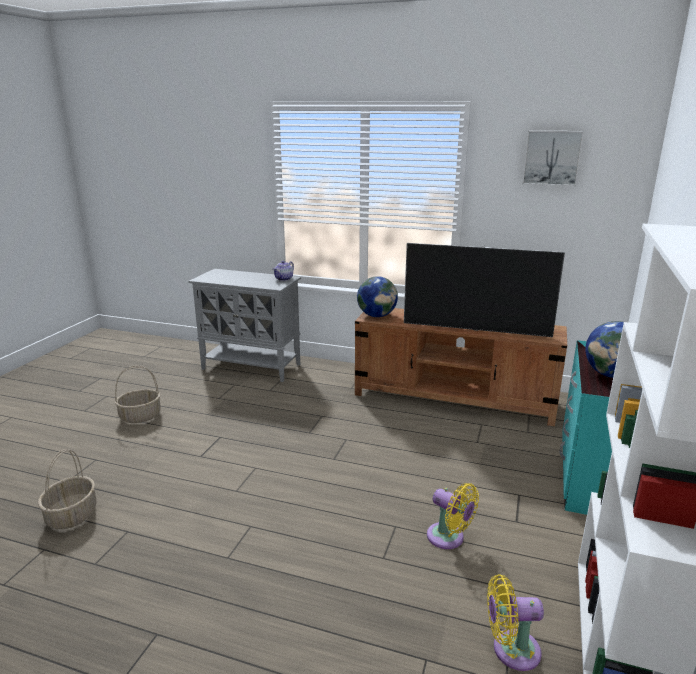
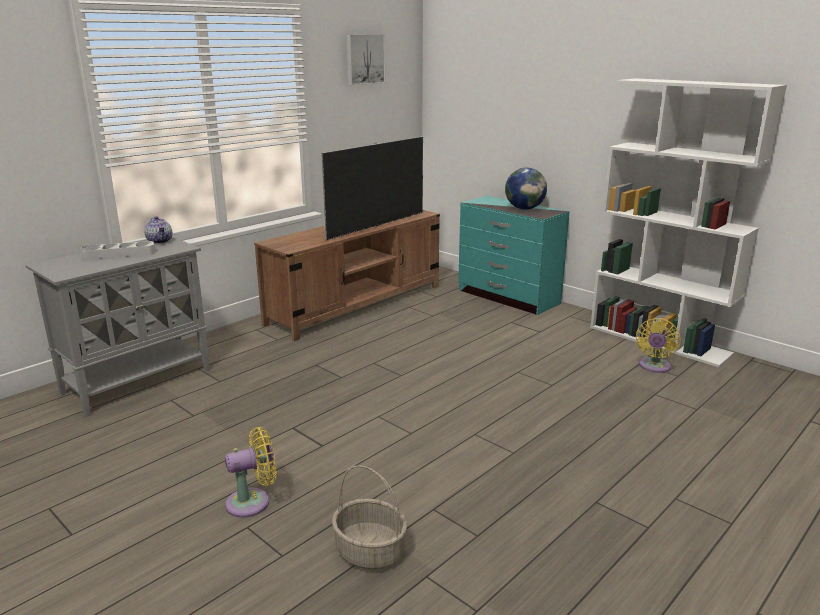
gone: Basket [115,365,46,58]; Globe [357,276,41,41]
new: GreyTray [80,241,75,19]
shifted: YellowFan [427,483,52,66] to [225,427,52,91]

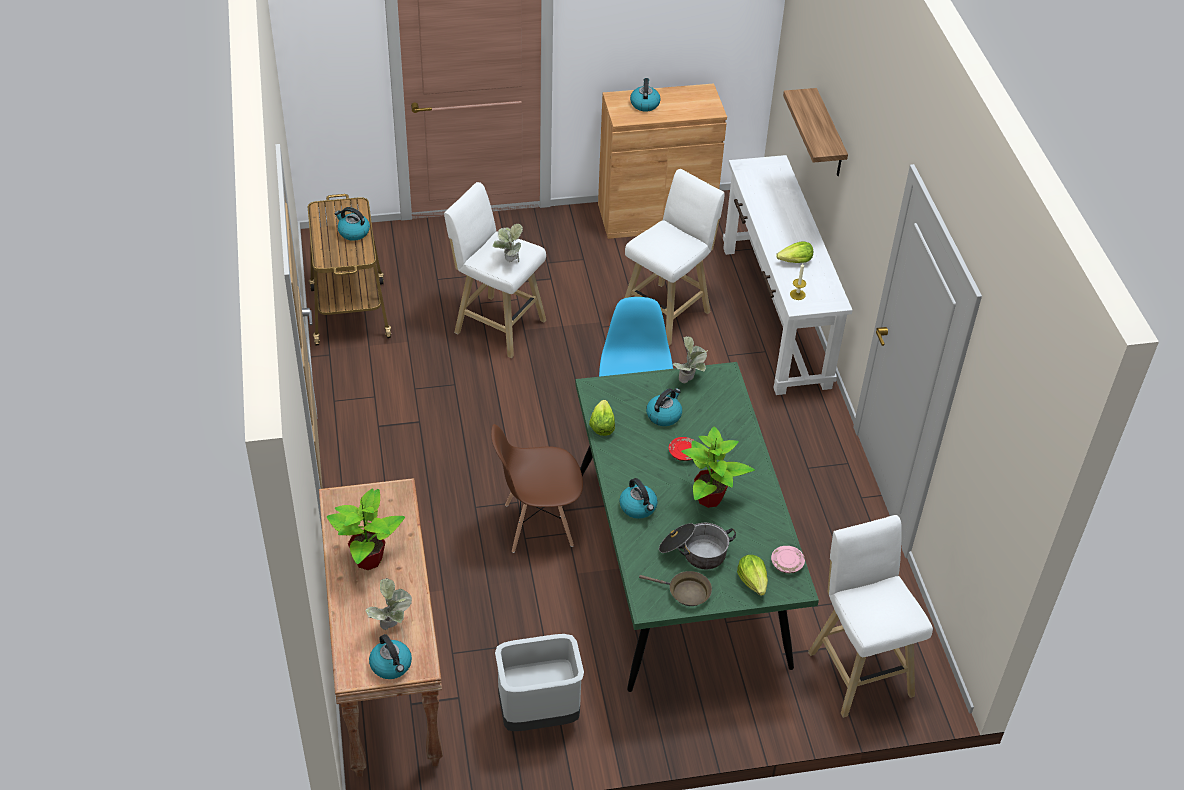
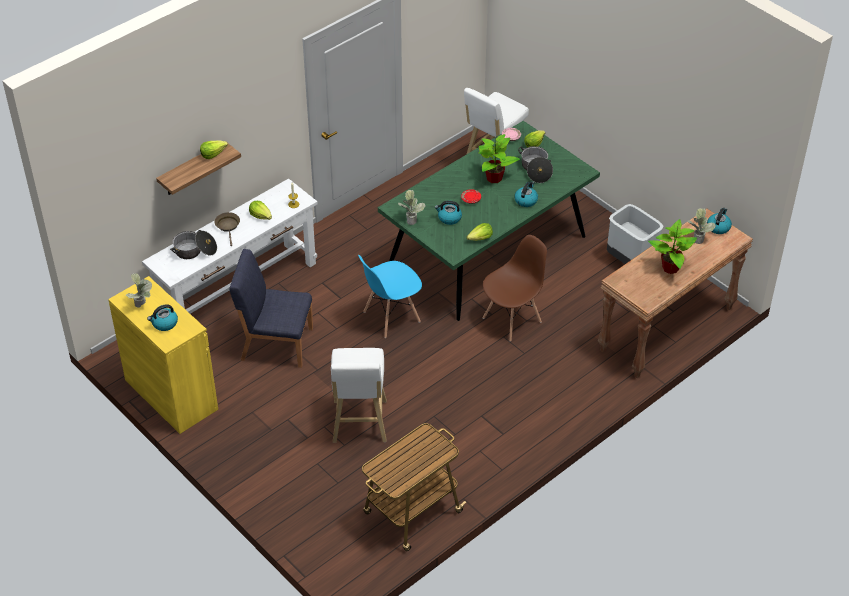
gone: Kettle [335,207,35,34]
new: CookingPot [170,230,47,29]; Lettuce [200,140,28,19]
shifted: PottedPlant [493,224,30,38] to [126,273,26,34]; BrownFryingPan [639,571,73,35] to [214,212,26,34]
swapped: WhiteStool [625,169,100,177] to BlueChair [229,249,84,119]
repainted: BrownCabinet [598,83,129,156] to YellowCabinet [108,276,110,158]
rotated: BrownChair [491,424,92,129] = [483,235,64,107] 90 degrees counterclockwise

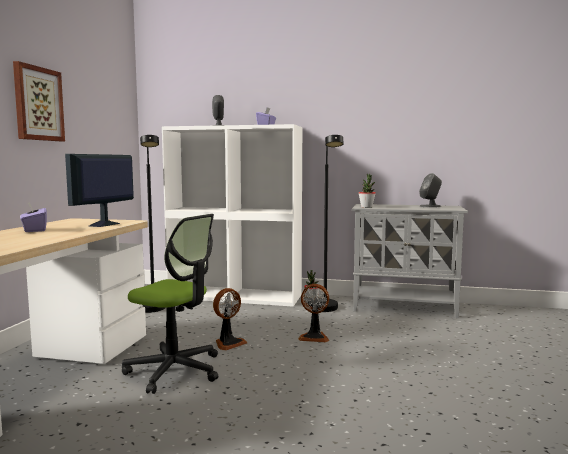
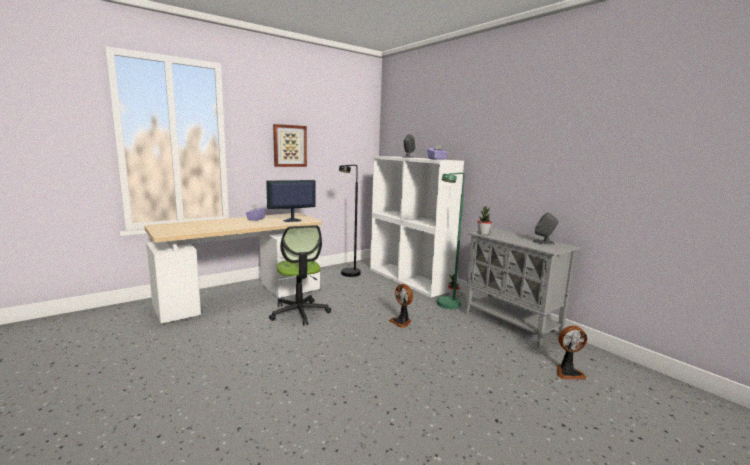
shifted: Fan [213,288,34,62] to [557,326,30,53]
repainted: BlackFloorLamp [308,135,36,177] to GreenFloorLamp [437,173,28,136]

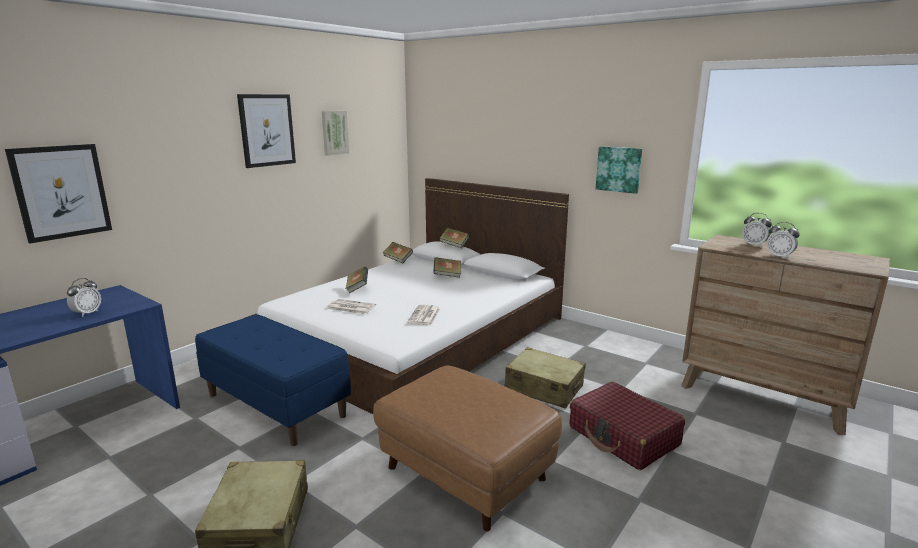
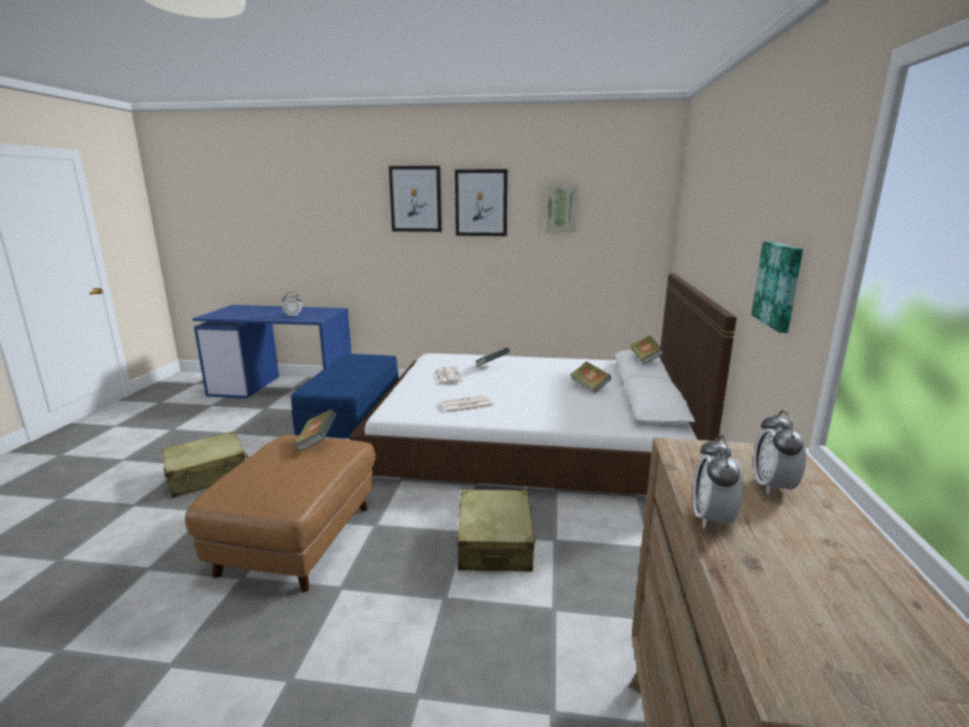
gone: RedSuitcase [570,381,115,89]
shifted: Book [383,242,30,21] to [294,409,43,42]; Picture [5,144,107,99] to [389,166,53,66]

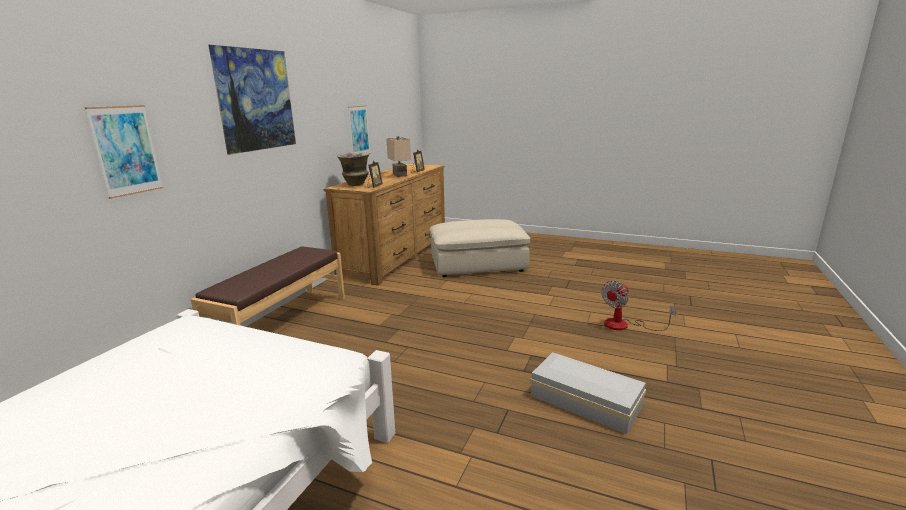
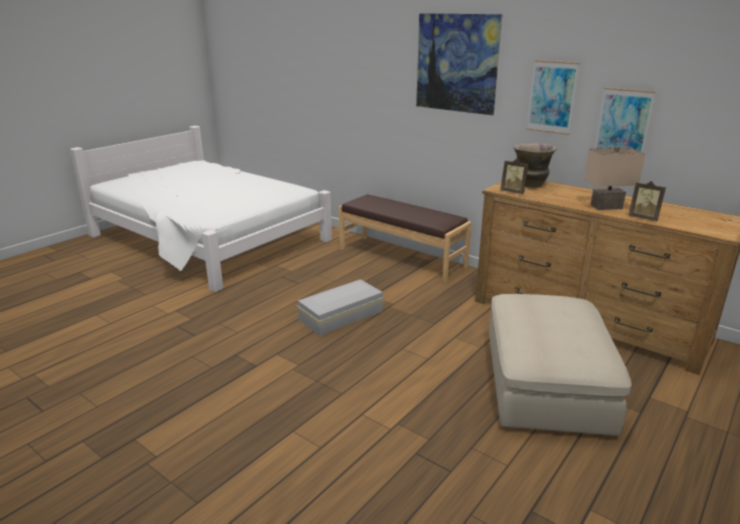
gone: Fan [601,281,76,50]
shifted: WhiteStorageBox [530,352,116,82] to [297,279,87,57]; Picture [85,105,78,94] to [527,60,52,75]

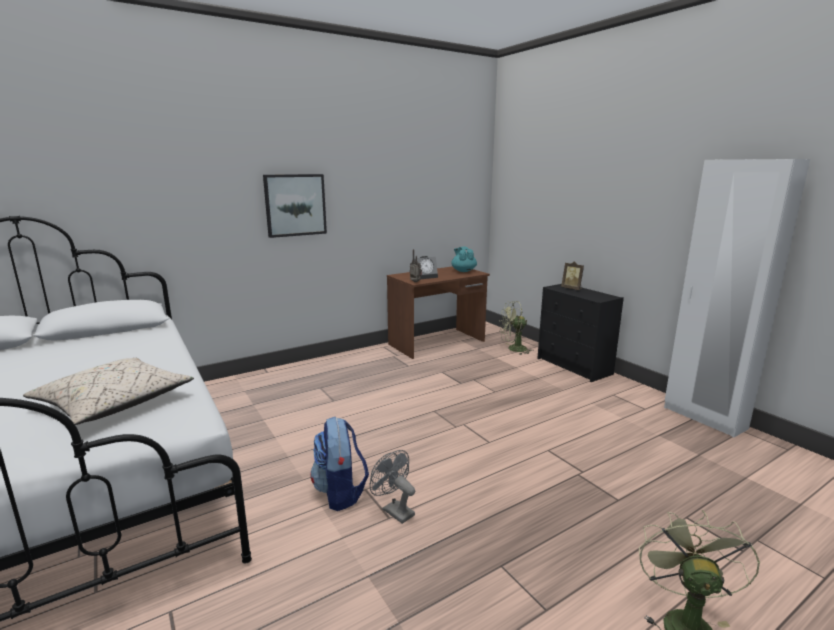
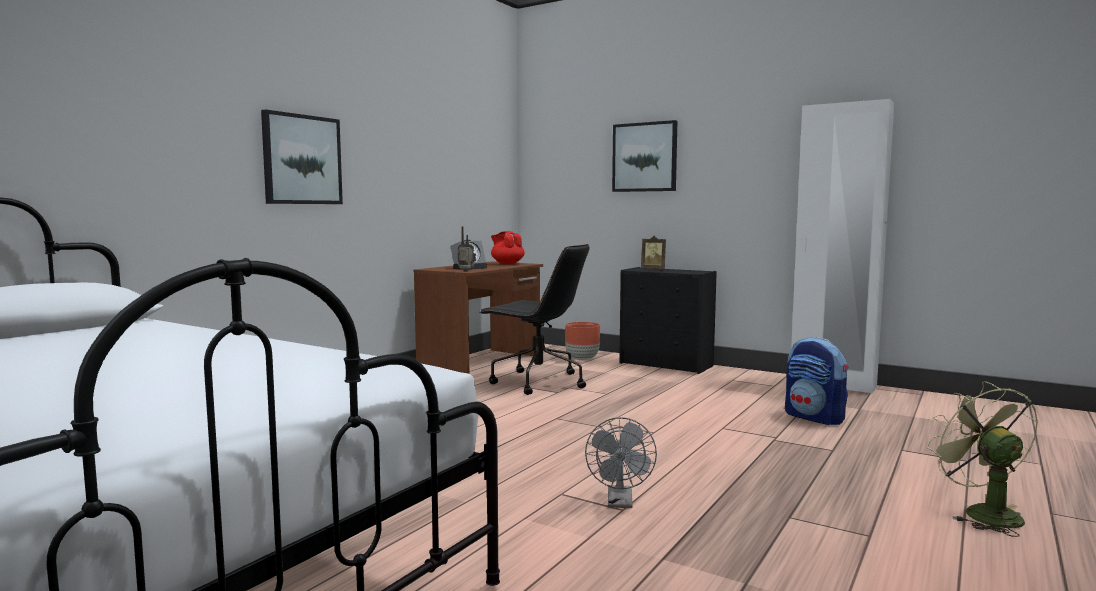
gone: BeigePillow [23,358,171,67]
new: BlackOfficeChair [479,244,111,151]; Picture [612,120,65,72]
shifted: Backpack [310,417,59,94] to [785,337,63,88]
swapped: GreenFan [499,301,35,54] to BrownPlanter [565,322,35,38]
repainted: TurquoiseTeapot [451,246,26,26] to RedTeapot [491,231,34,33]
rotated: GreyFan [370,450,45,74] = [585,417,72,91] 105 degrees counterclockwise

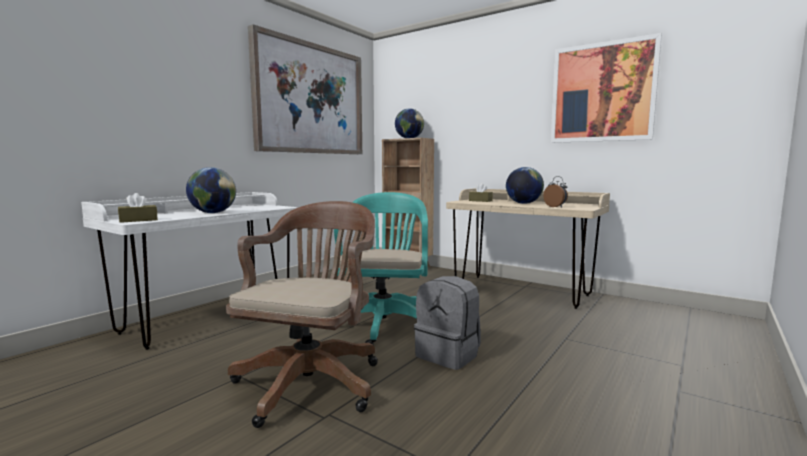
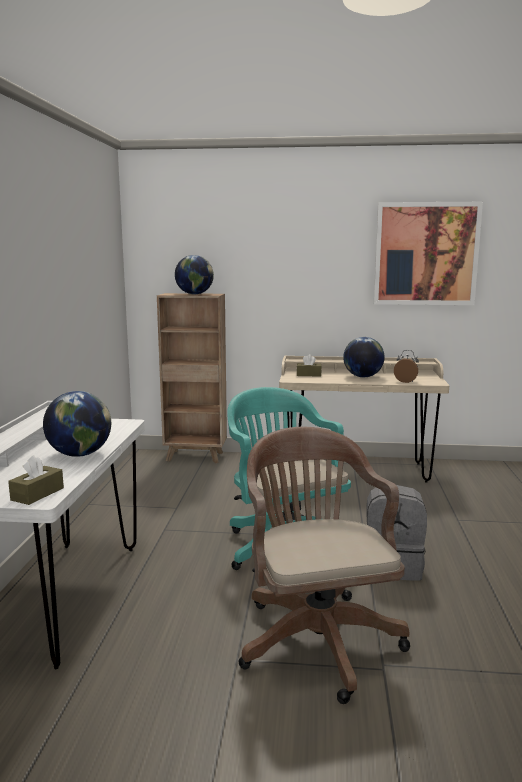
gone: Picture [248,24,114,130]

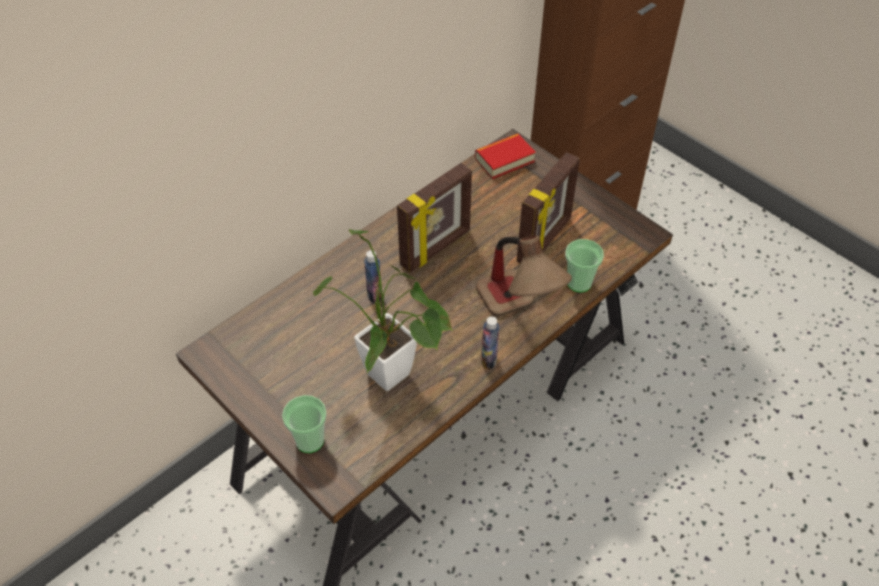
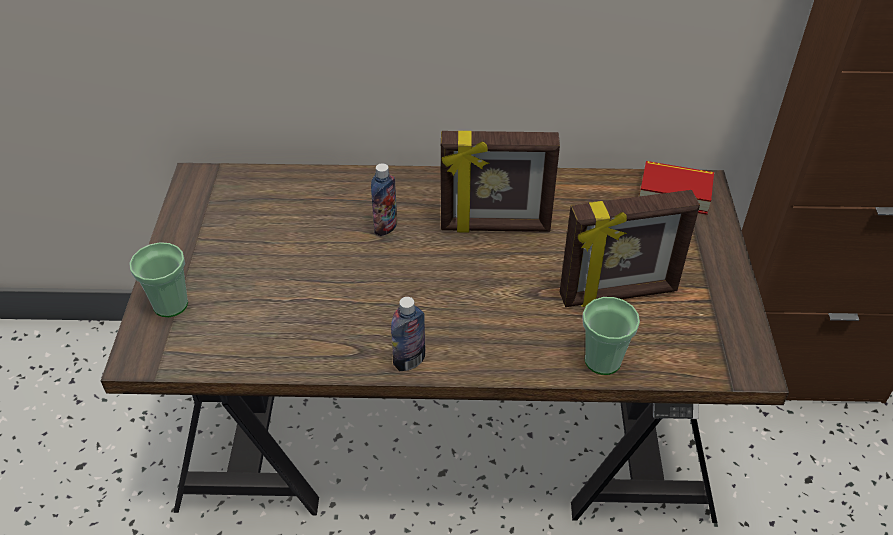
gone: PottedPlant [313,229,140,162]; TableLamp [476,235,96,81]

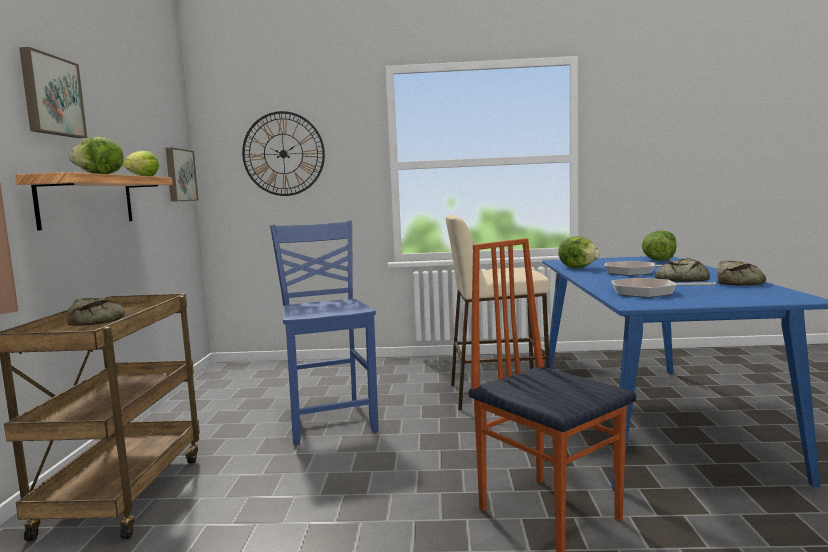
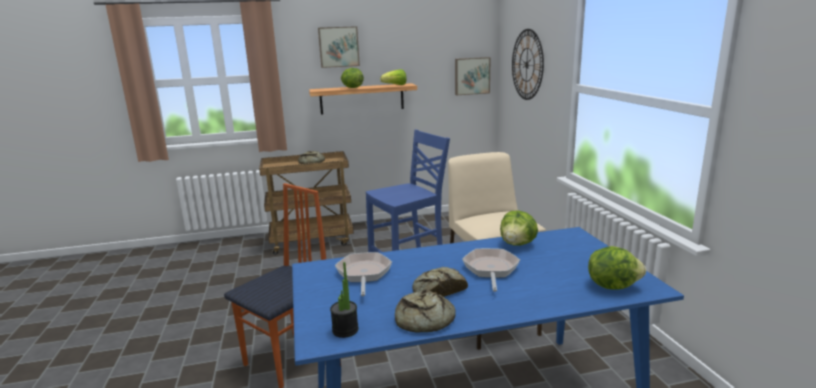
new: PottedPlant [330,262,29,76]

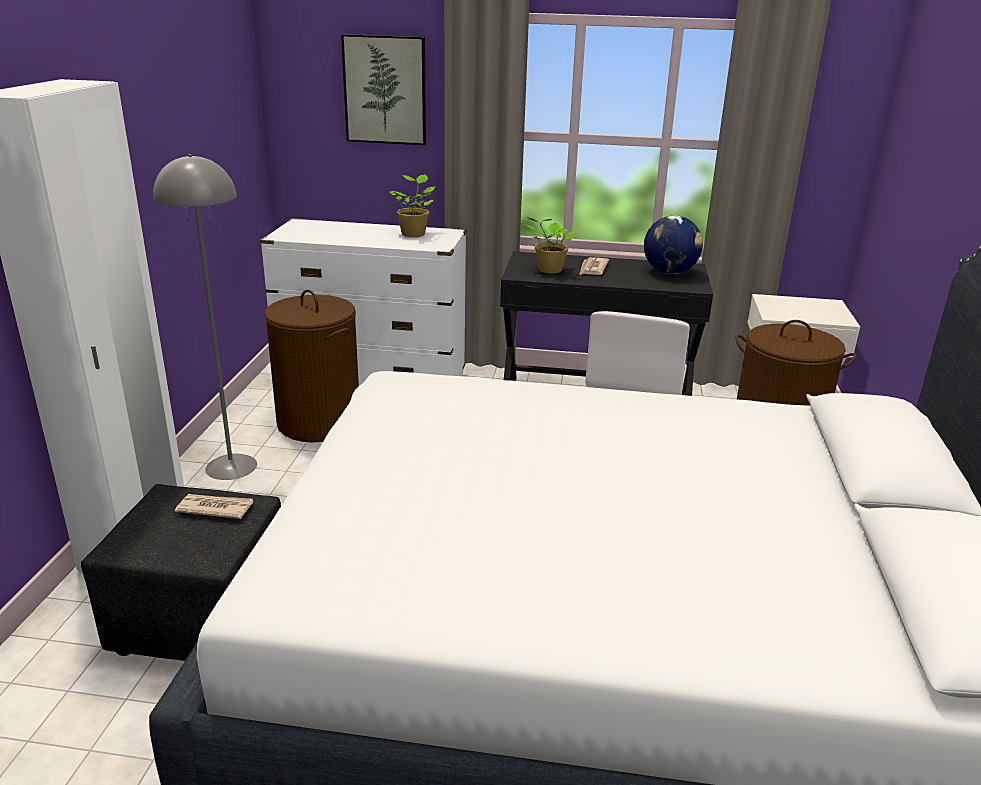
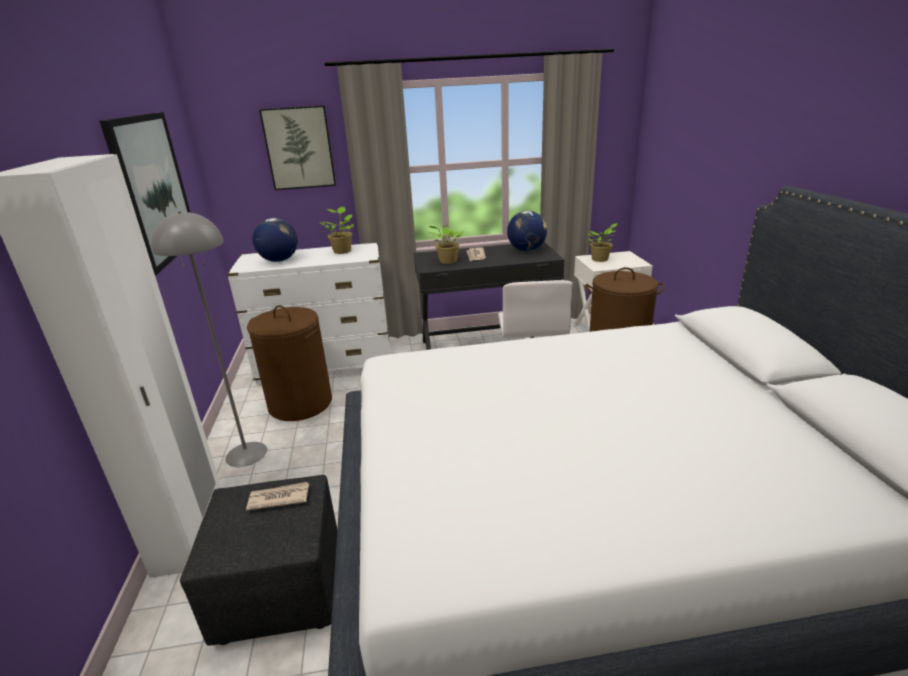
new: Picture [100,112,91,163]; Globe [252,218,46,44]; PottedPlant [587,223,30,39]

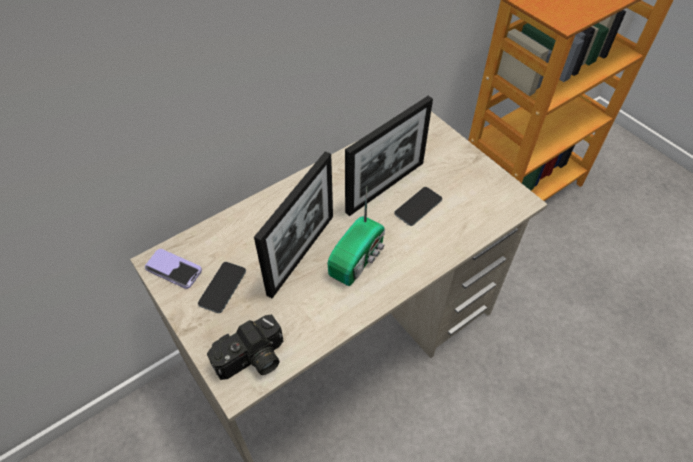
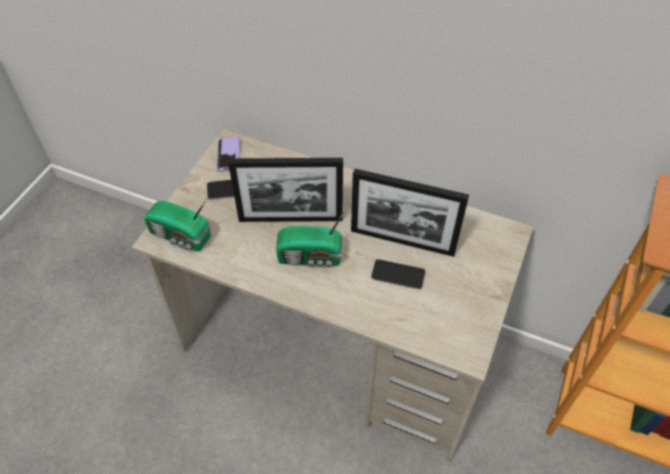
swapped: PhotoCamera [207,314,76,66] to Radio [144,199,67,53]

